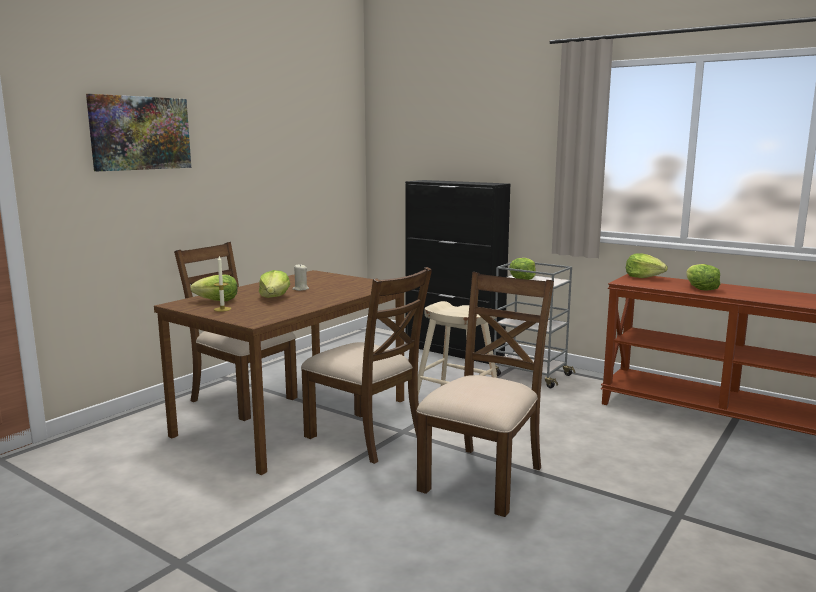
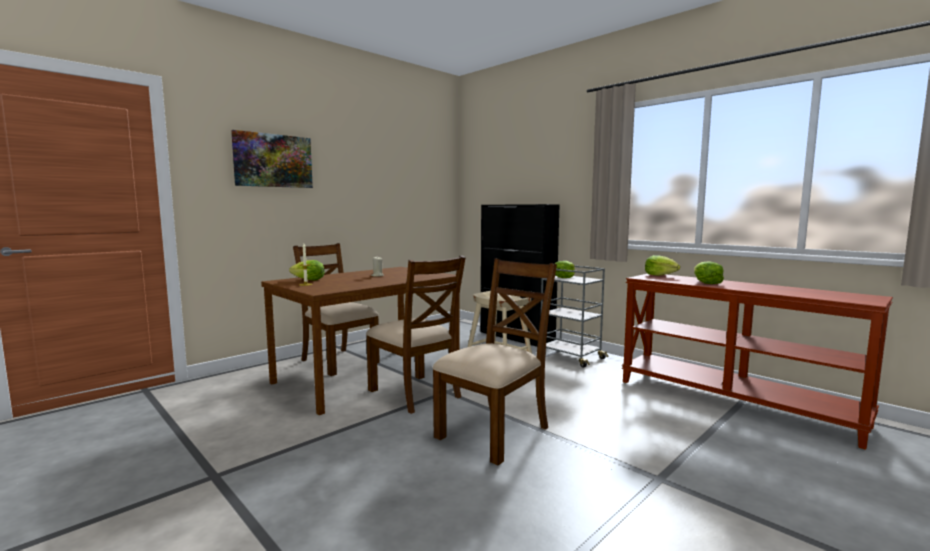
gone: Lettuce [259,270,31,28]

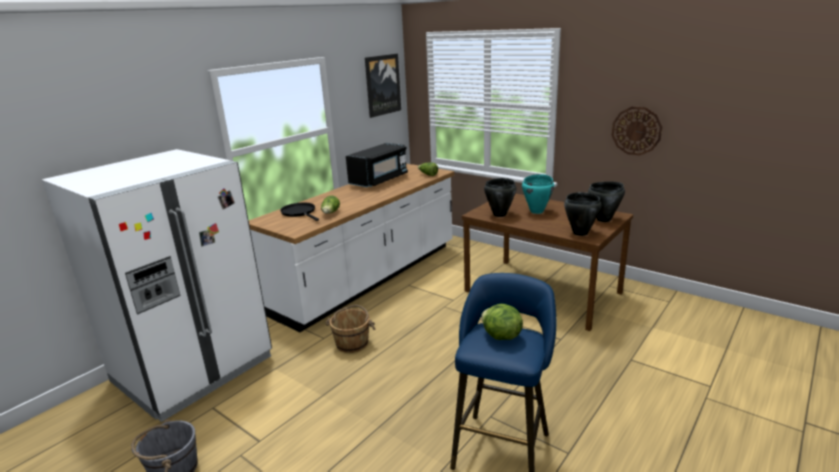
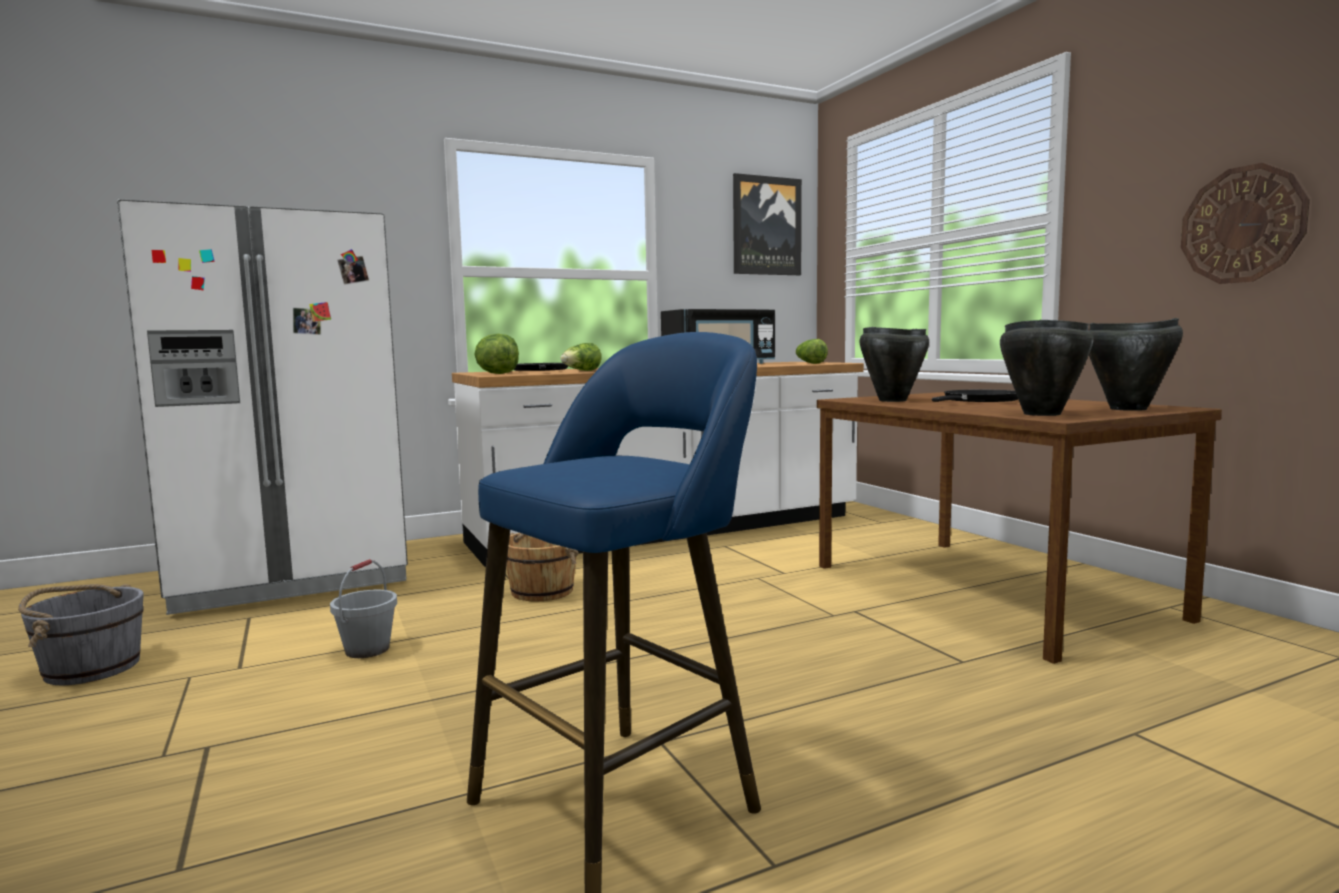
new: GreyBucket [330,559,67,99]
shifted: Lettuce [481,304,42,36] to [474,334,45,40]
swapped: TurquoiseCookingPot [522,174,32,40] to BlackFryingPan [932,390,86,12]

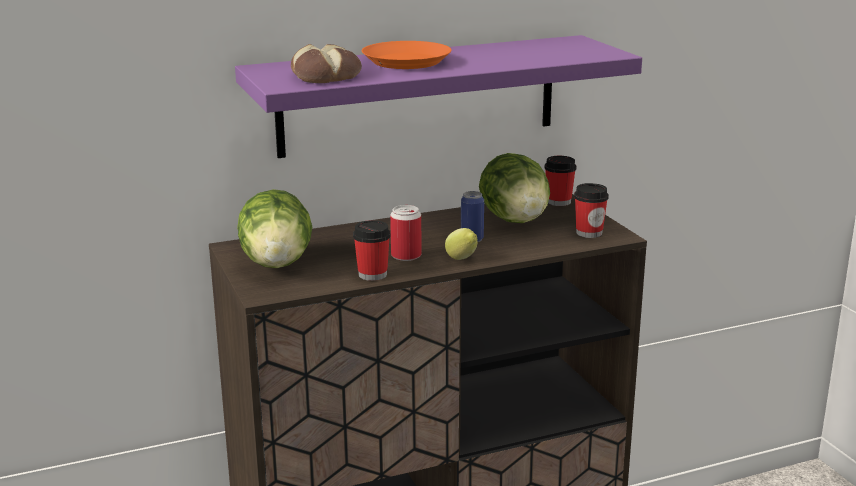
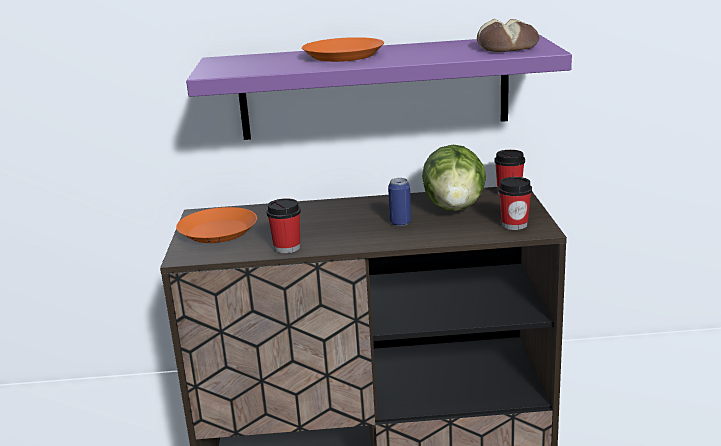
gone: Can [390,205,32,56]; Lemon [445,228,32,32]
shifted: Bread [291,44,71,39] to [477,19,62,33]
swapped: Lettuce [237,189,75,79] to OrangePlate [176,207,81,36]

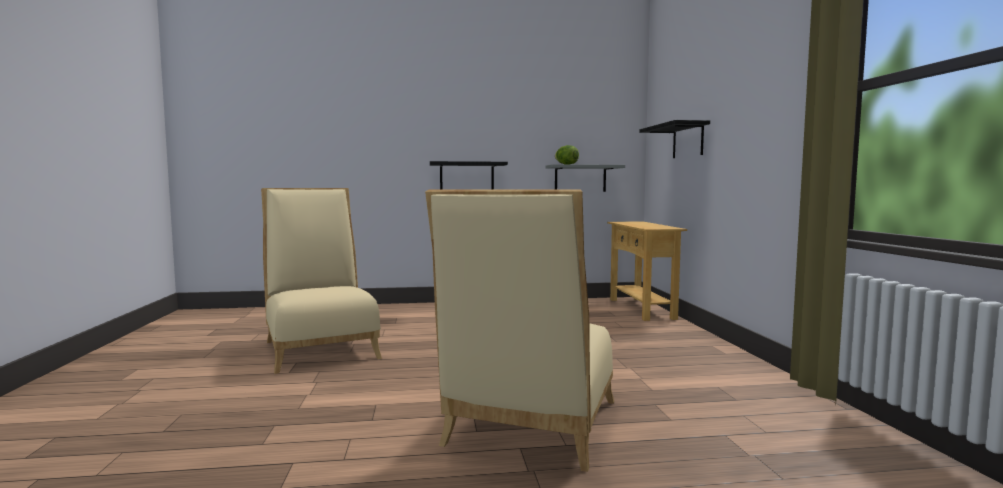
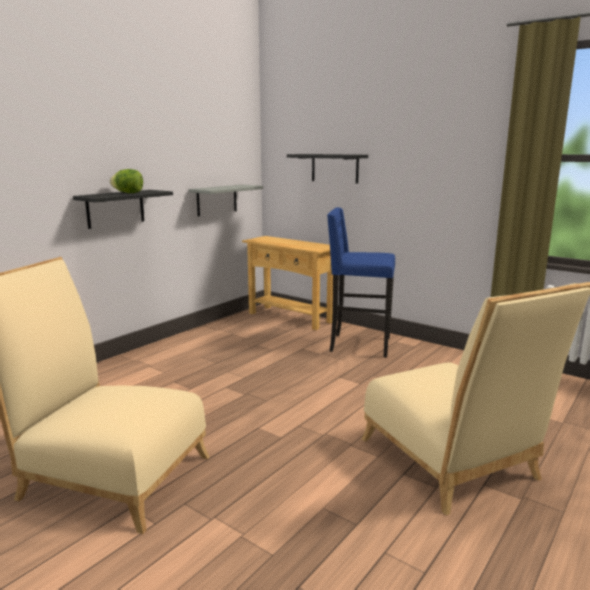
new: BlueStool [327,207,68,151]
shifted: Lettuce [555,145,24,19] to [110,169,33,24]

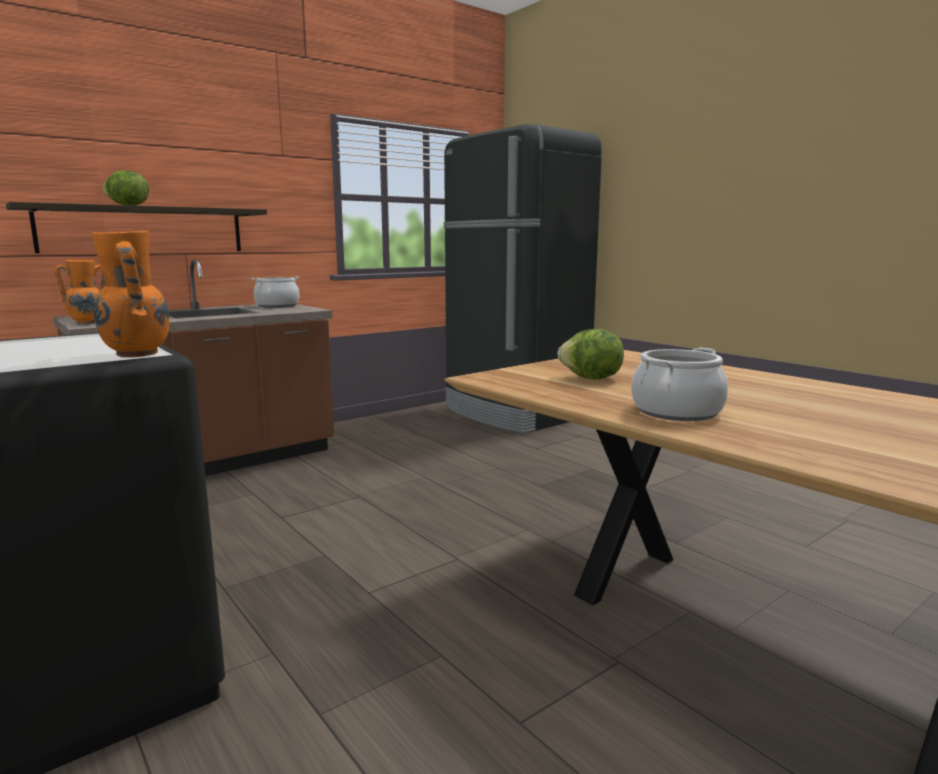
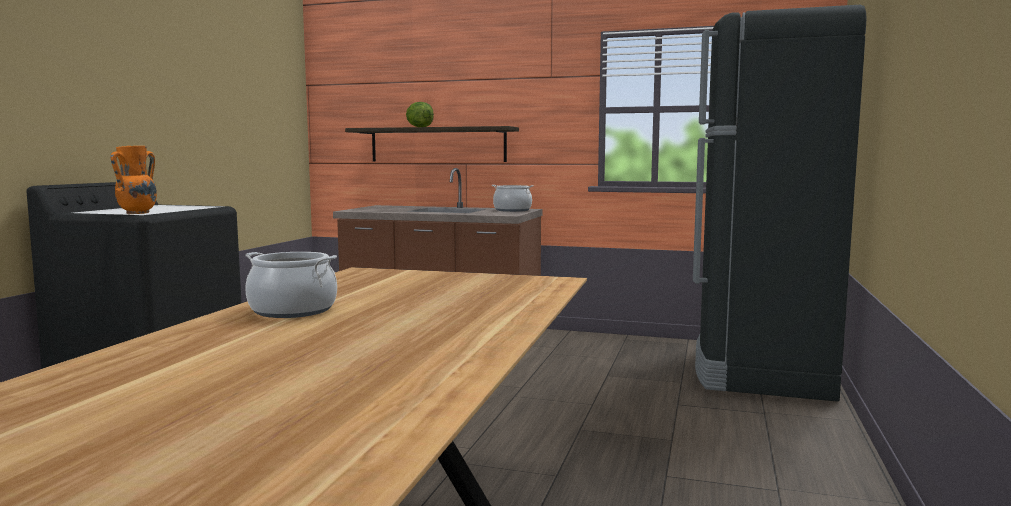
gone: OrangeVase [55,259,49,65]; Lettuce [557,329,67,51]

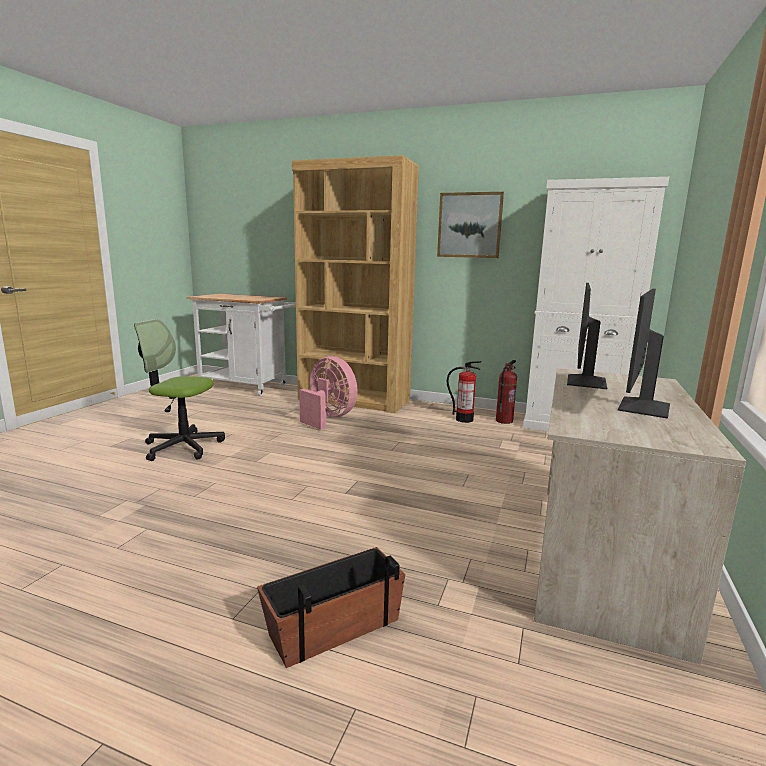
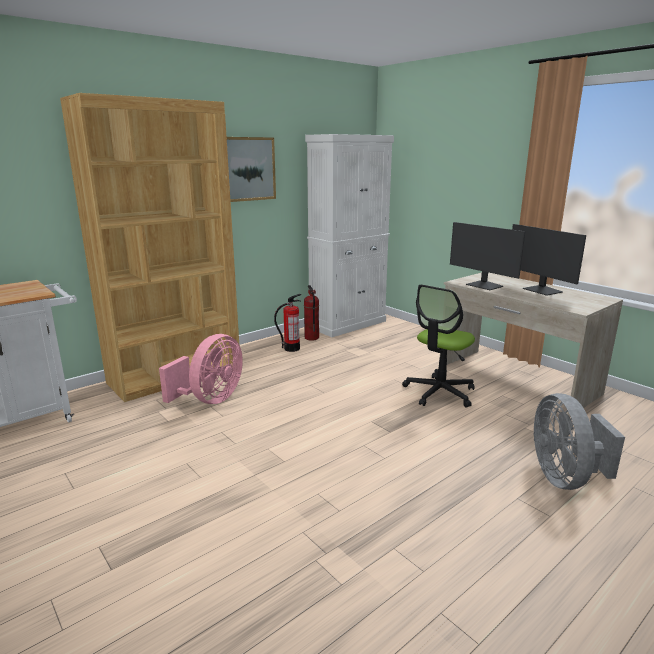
shifted: OfficeChair [134,319,91,142] to [402,284,73,124]
swapped: Planter [257,547,148,121] to GreyFan [533,393,92,97]
rotated: PinkFan [299,356,59,74] = [159,334,84,70] 135 degrees clockwise

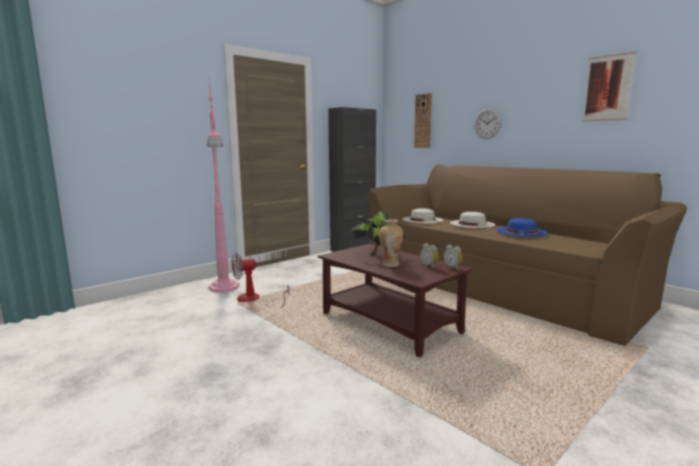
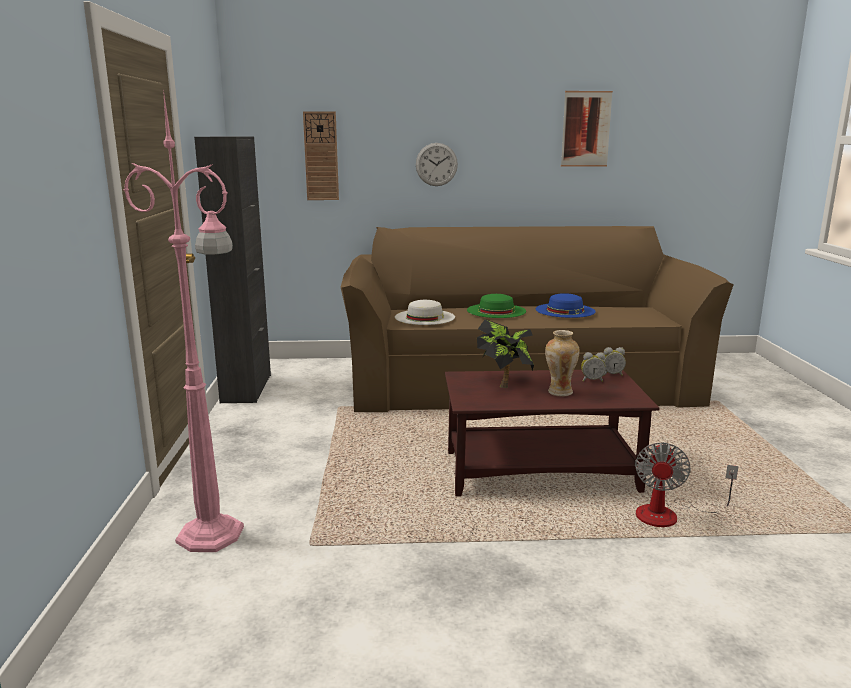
shifted: Fan [232,252,57,56] to [635,442,103,85]
repainted: WhiteHat [450,212,45,16] to GreenHat [467,294,59,24]

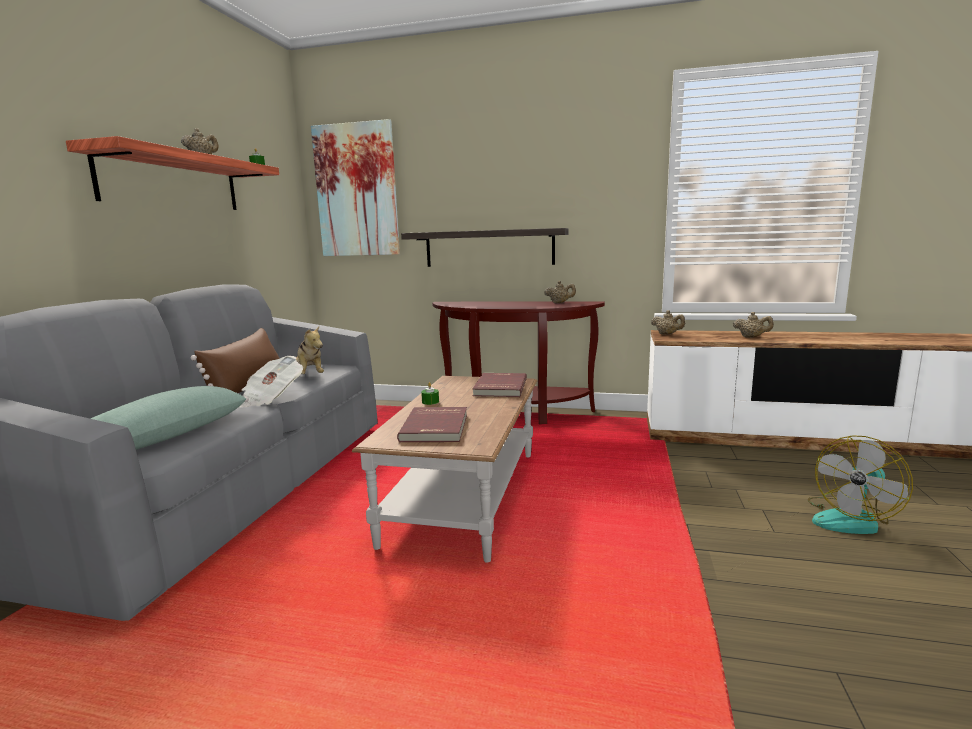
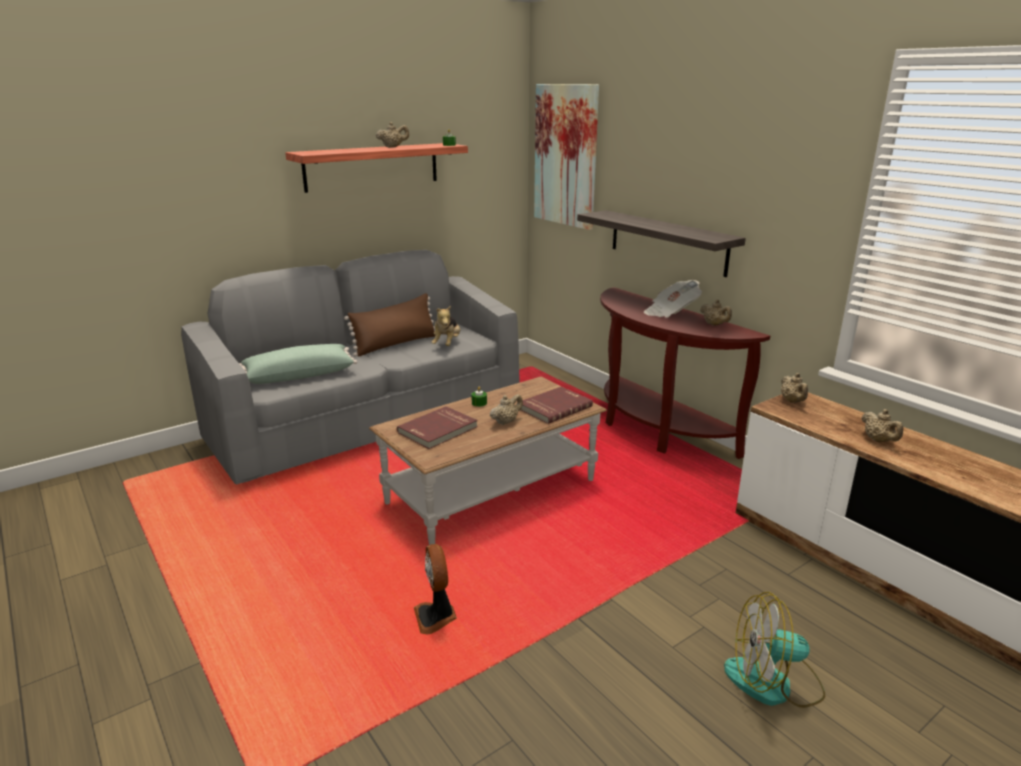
new: Fan [414,544,43,90]; BeigeTeapot [490,394,33,31]
shifted: Newspaper [239,356,64,52] to [644,280,58,38]

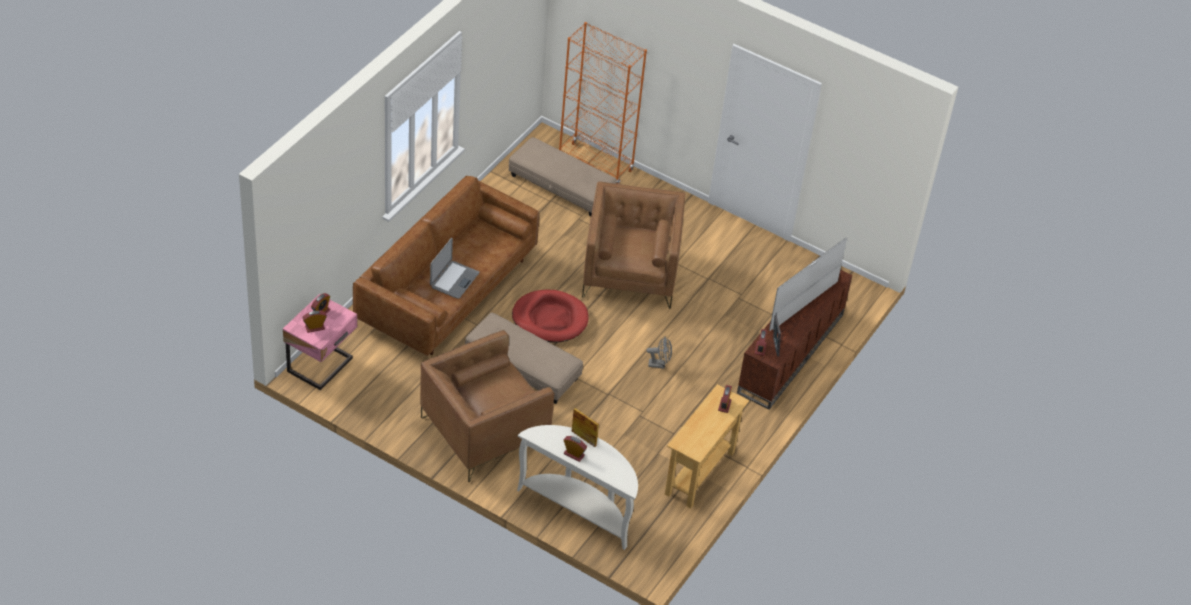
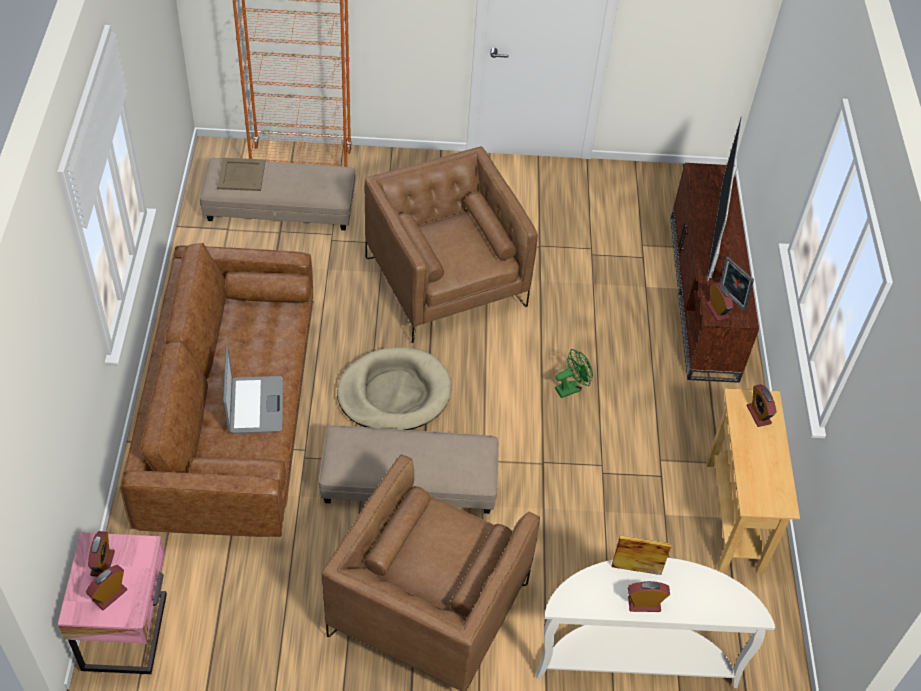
new: BeigeTray [217,158,48,33]
repainted: RedDogBed [512,289,77,54] to BeigeDogBed [337,347,114,83]; GreyFan [646,337,26,32] to GreenFan [555,349,38,49]

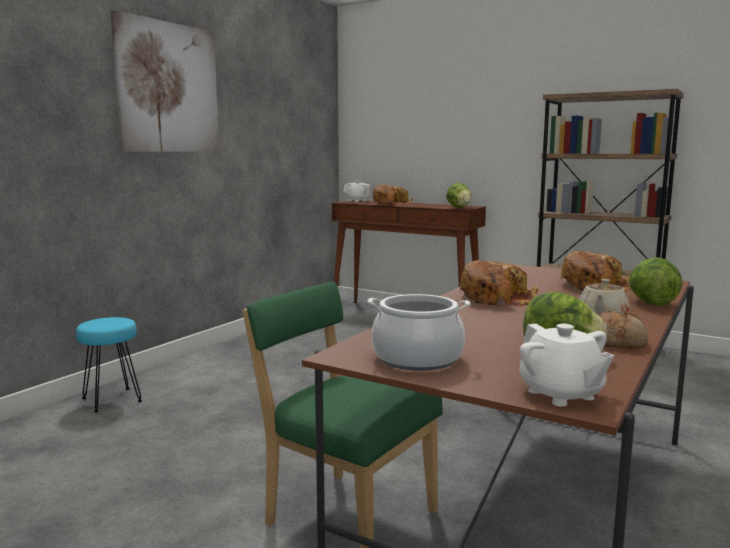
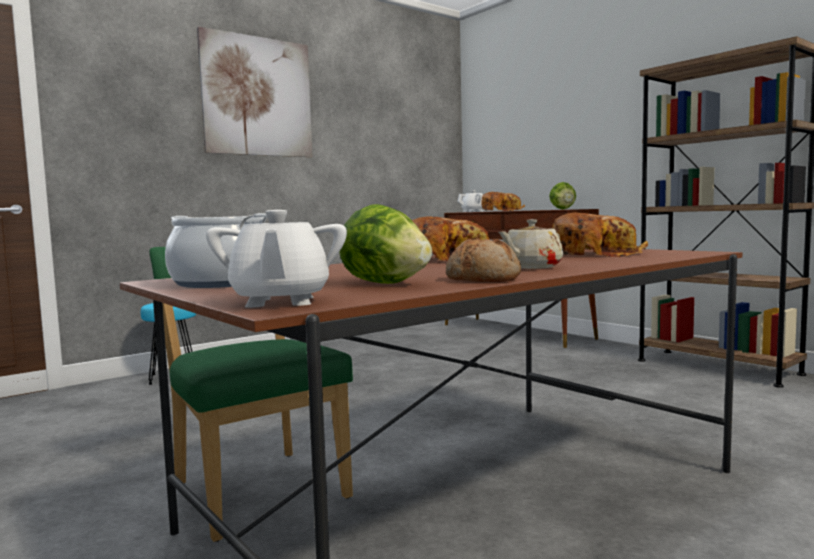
gone: Lettuce [629,257,53,49]

